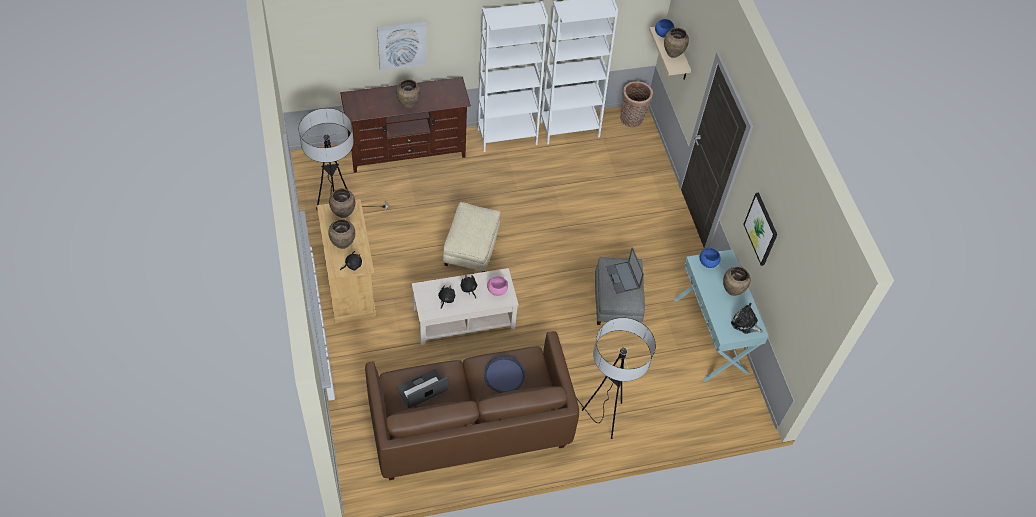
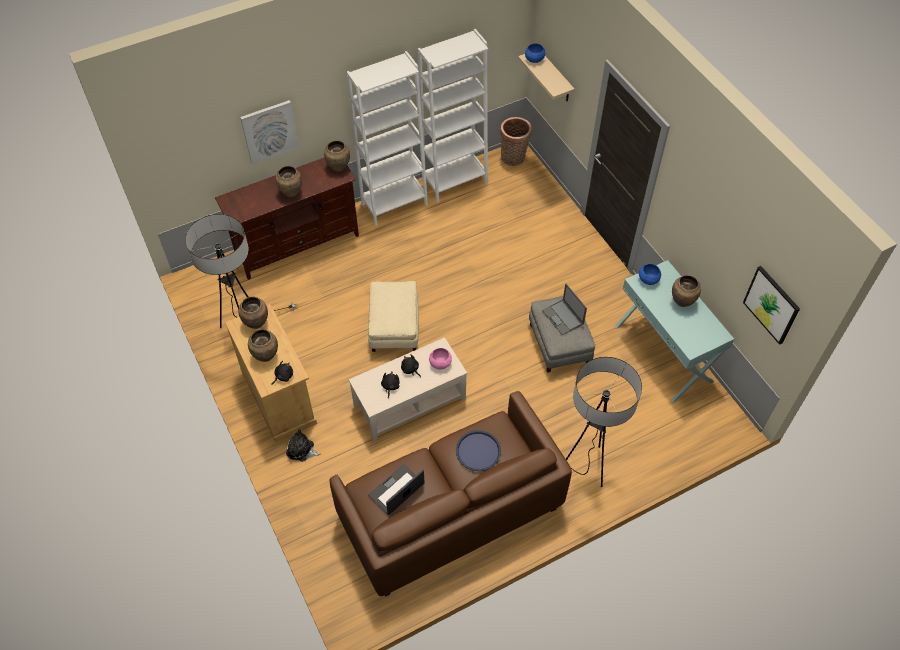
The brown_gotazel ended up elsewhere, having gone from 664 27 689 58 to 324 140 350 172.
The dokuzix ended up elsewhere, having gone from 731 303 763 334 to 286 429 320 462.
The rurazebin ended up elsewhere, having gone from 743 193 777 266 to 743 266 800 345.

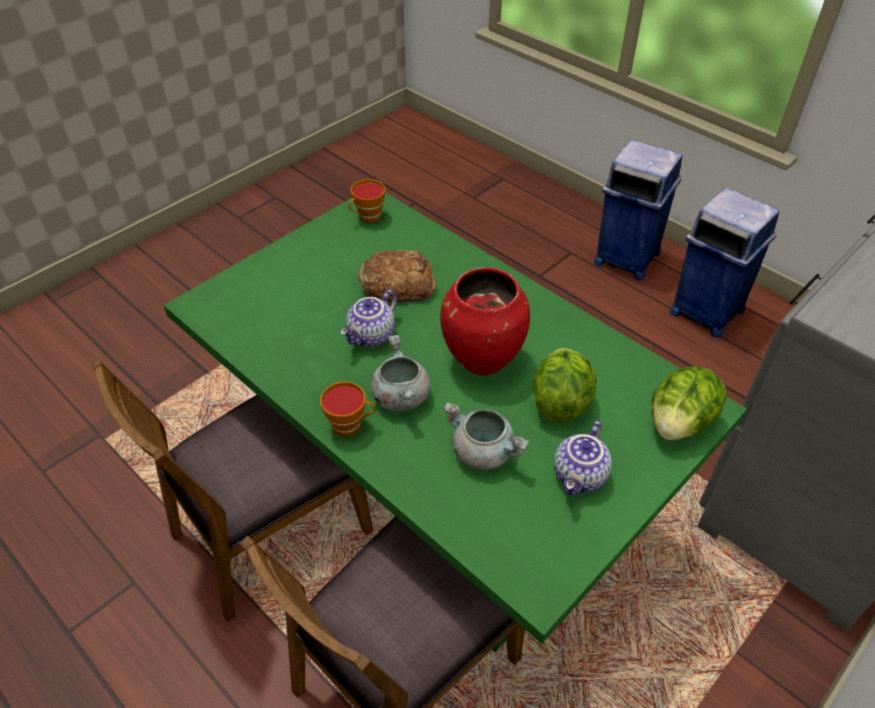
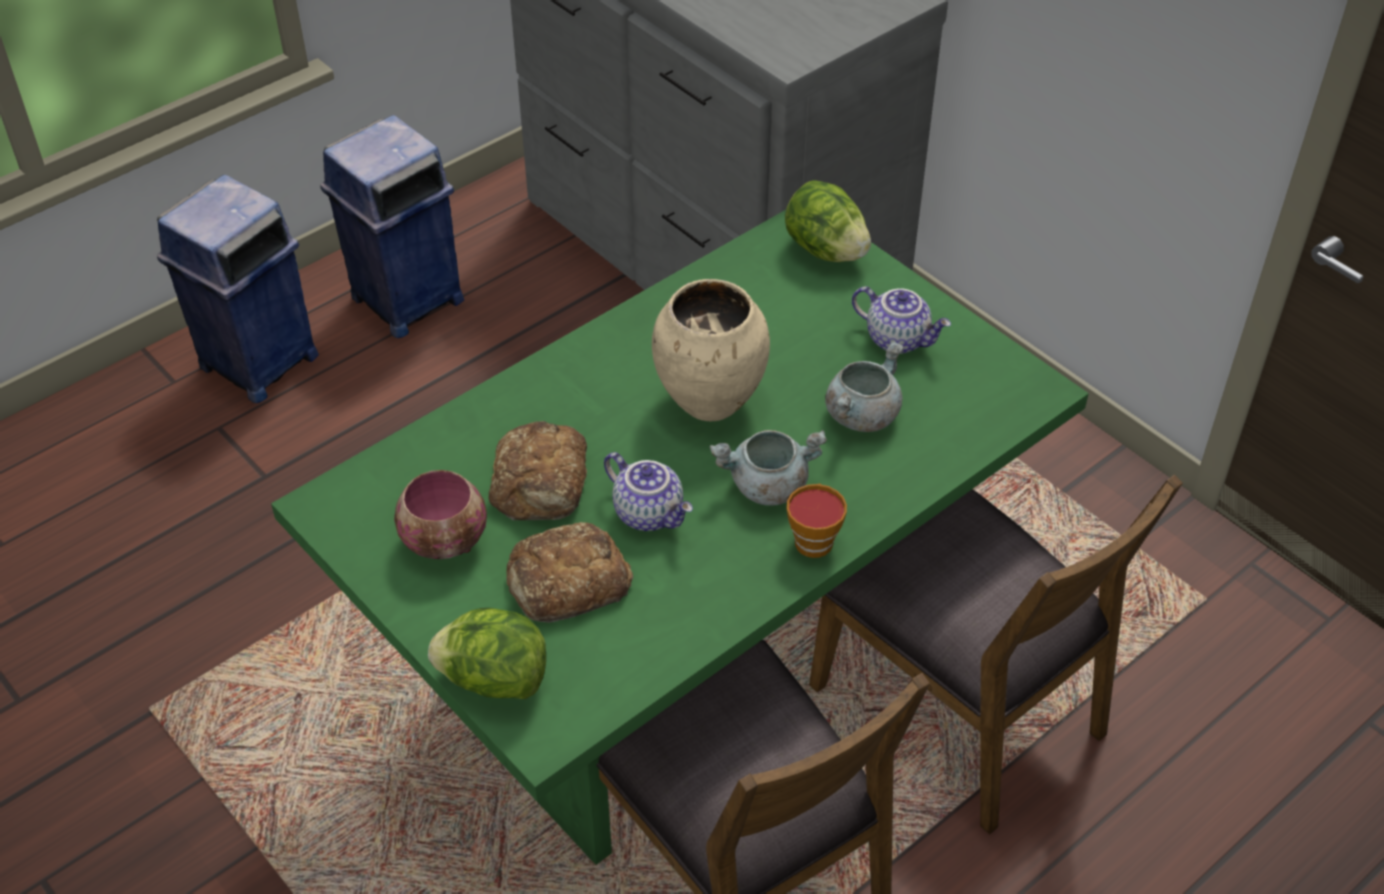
The second view lost the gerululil at 349 179 386 223.
What was the red_gotazel at 440 267 530 375 turned into the beige_gotazel at 652 279 770 421.
The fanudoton ended up elsewhere, having gone from 533 348 596 422 to 428 608 546 699.
The second view gained the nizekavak at 394 470 487 559.
The second view gained the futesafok at 506 522 633 623.

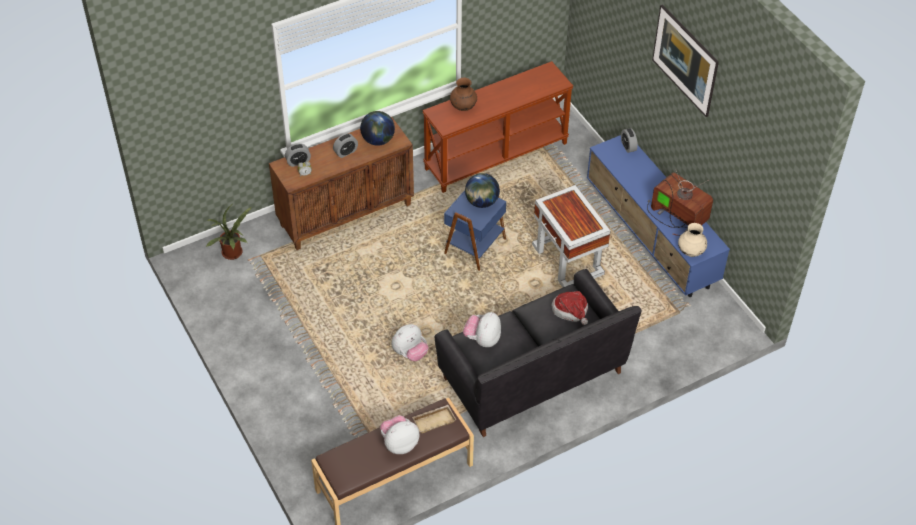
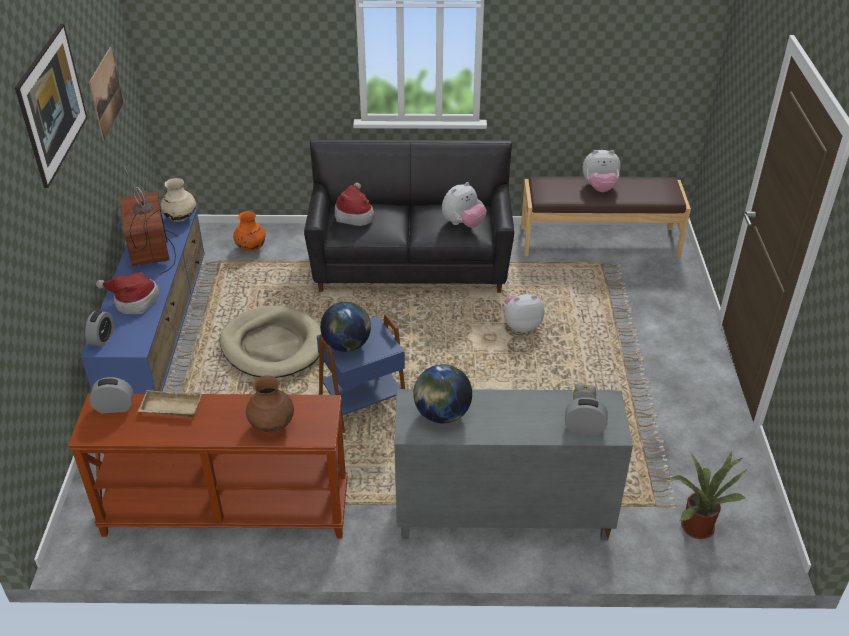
What was the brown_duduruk at 269 117 414 250 turned into the grey_duduruk at 394 389 633 541.
The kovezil ended up elsewhere, having gone from 333 133 358 158 to 90 377 133 413.
The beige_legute ended up elsewhere, having gone from 412 405 456 433 to 138 390 202 417.
Where the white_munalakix stood at 532 185 611 287, the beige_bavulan came to stand at 220 306 321 378.
The second view gained the rurazebin at 89 47 124 141.
The second view gained the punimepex at 96 272 159 314.
The second view gained the orange_gotazel at 233 211 266 251.

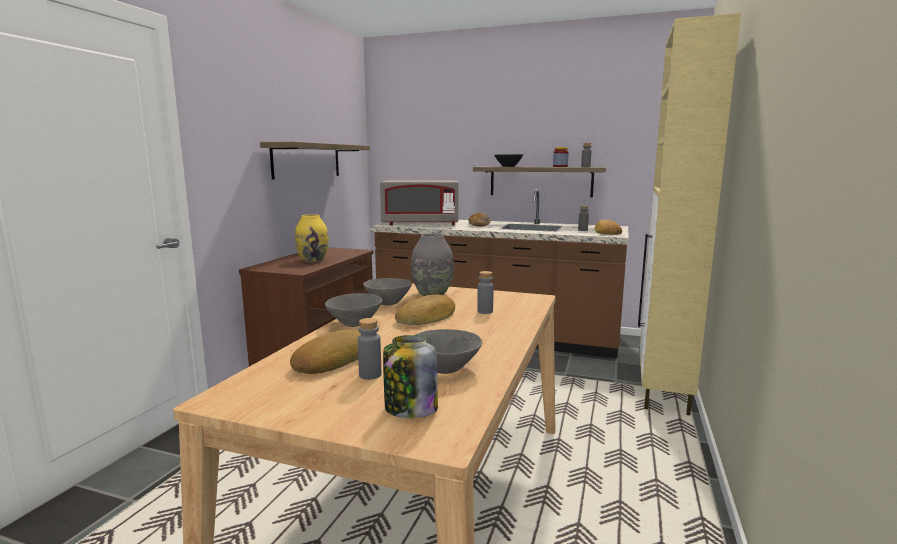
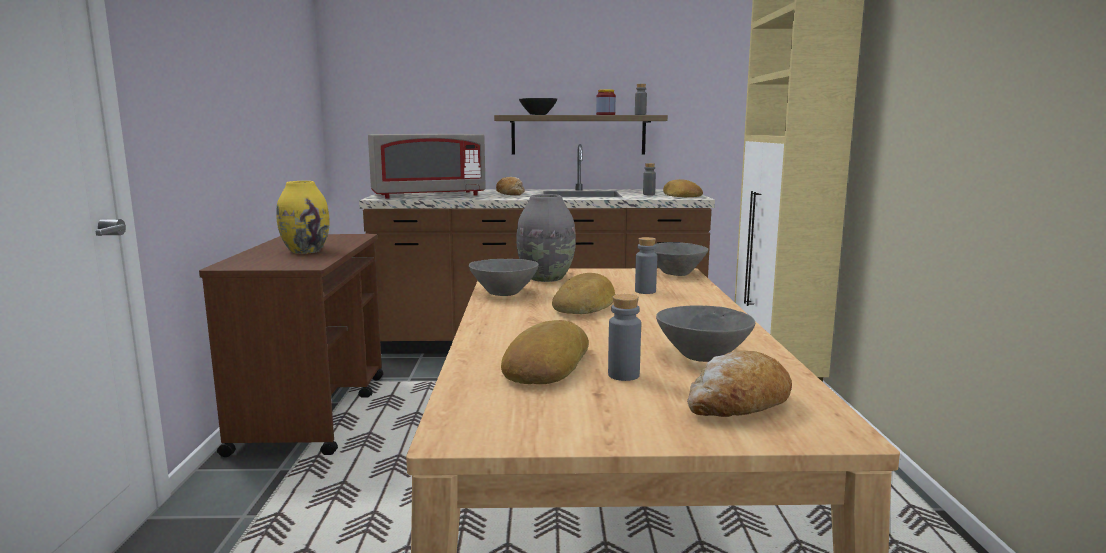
The second view lost the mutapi at 260 142 370 179.
The grey_nizekavak ended up elsewhere, having gone from 325 293 382 327 to 654 242 708 276.
Where the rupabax stood at 383 335 438 418, the futesafok came to stand at 687 350 792 417.

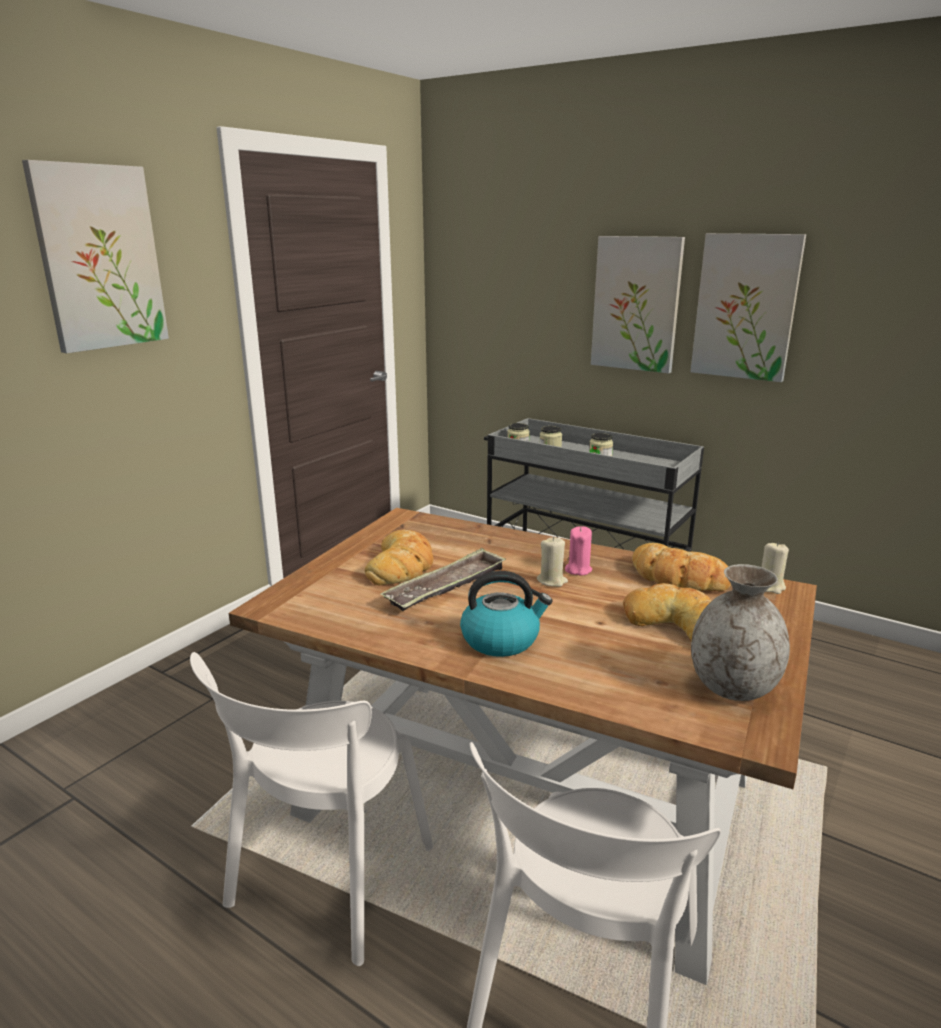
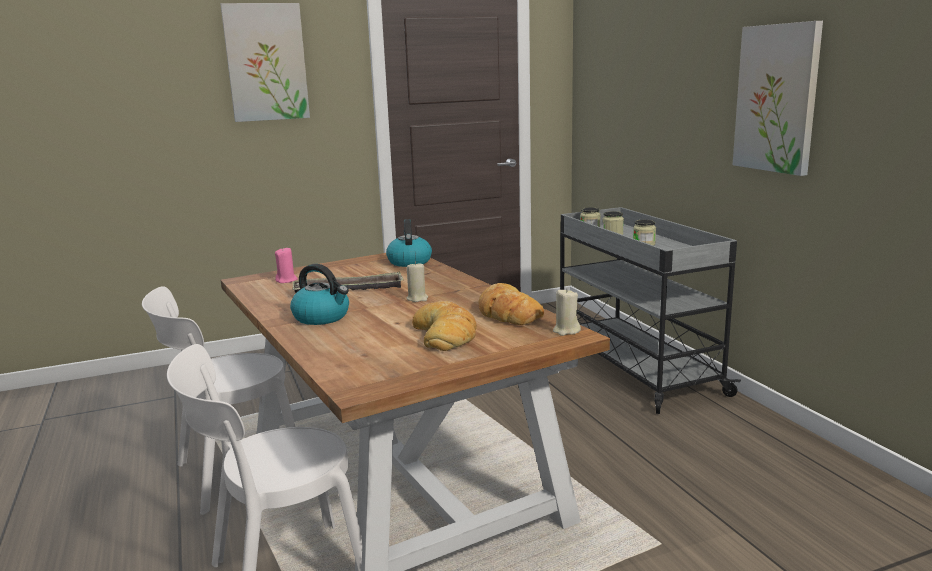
The second view lost the futesafok at 365 529 433 585.
The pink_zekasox ended up elsewhere, having gone from 565 526 592 576 to 275 248 298 283.
The second view lost the rurazebin at 591 236 685 373.
The second view lost the grey_gotazel at 691 564 790 701.
The second view gained the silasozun at 386 219 432 267.

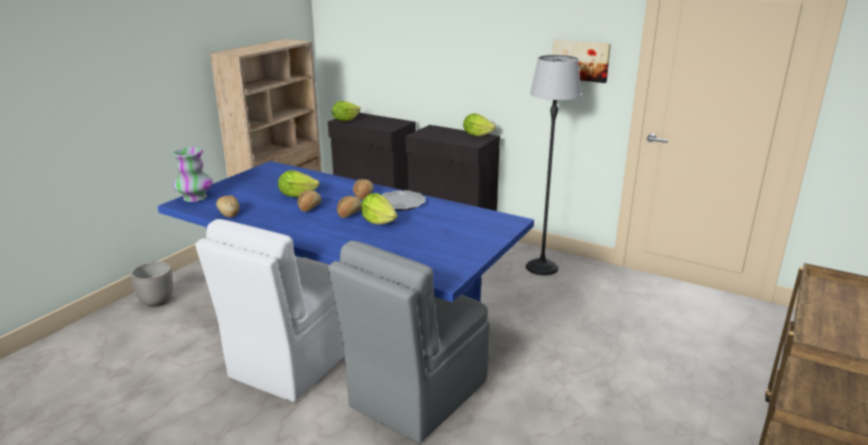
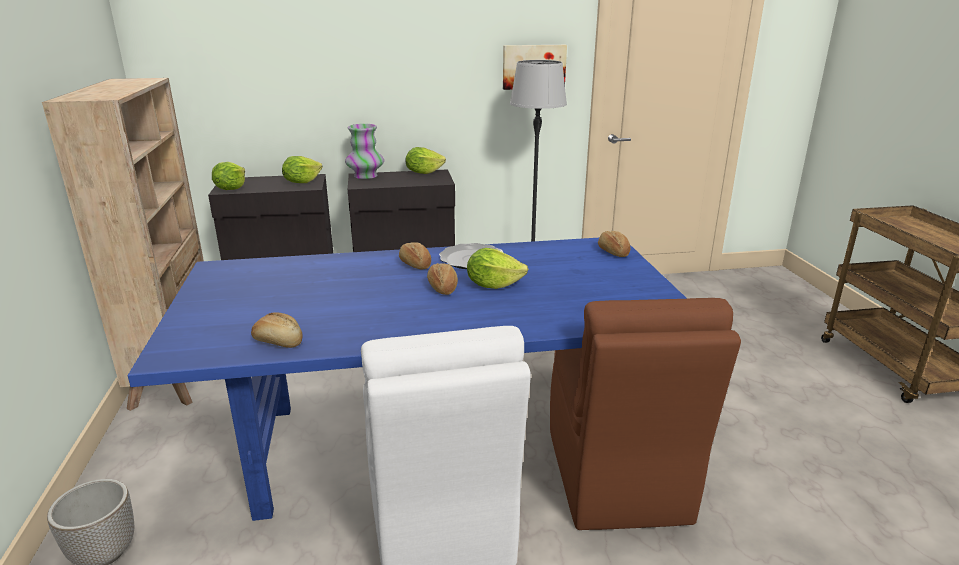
The gotazel ended up elsewhere, having gone from 173 147 213 202 to 345 124 384 179.
The fanudoton ended up elsewhere, having gone from 278 170 320 197 to 282 156 322 183.
The futesafok ended up elsewhere, having gone from 298 190 321 212 to 598 231 630 257.
What was the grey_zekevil at 329 241 490 444 turned into the brown_zekevil at 550 298 741 530.

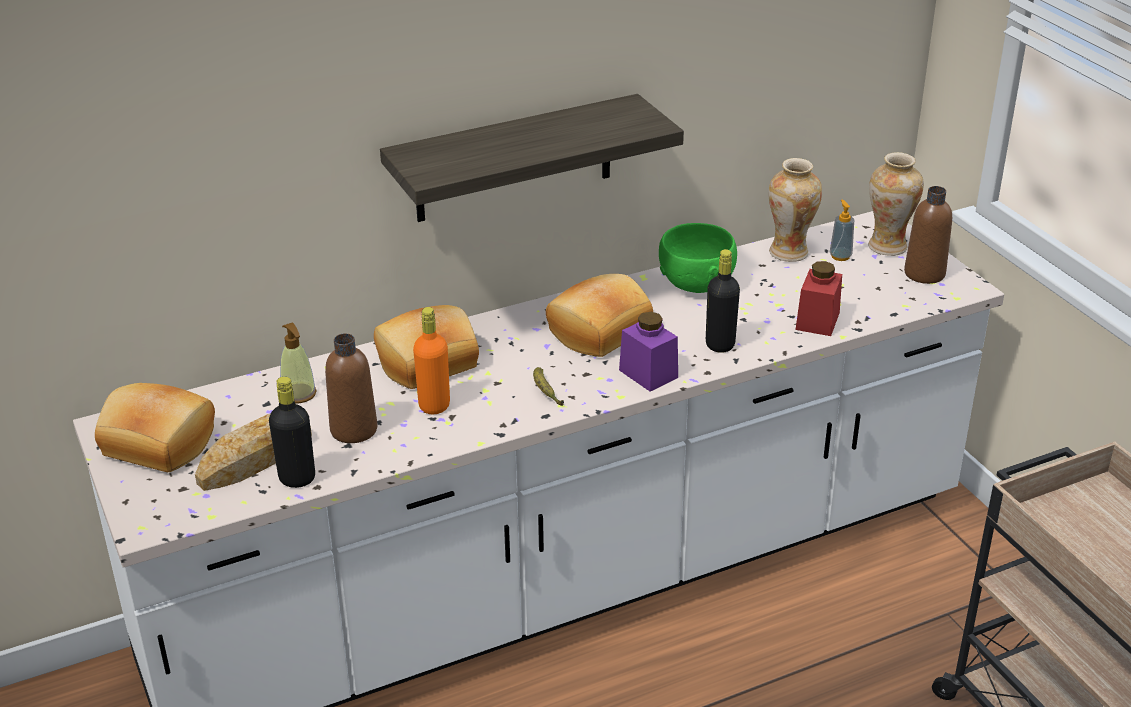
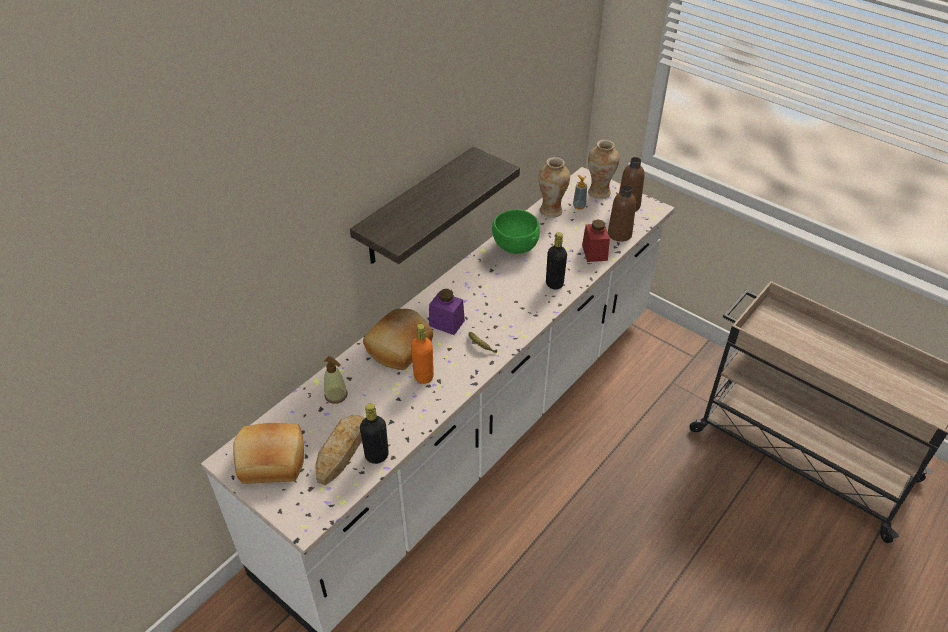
The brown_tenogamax ended up elsewhere, having gone from 325 333 377 443 to 608 185 636 242.
The second view lost the futesafok at 546 274 653 357.
The purple_rupabax ended up elsewhere, having gone from 619 312 678 392 to 429 289 465 335.

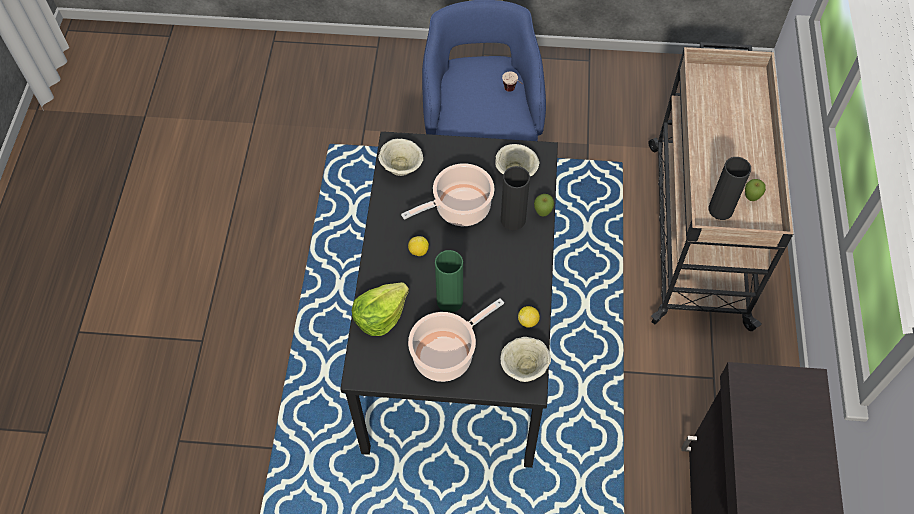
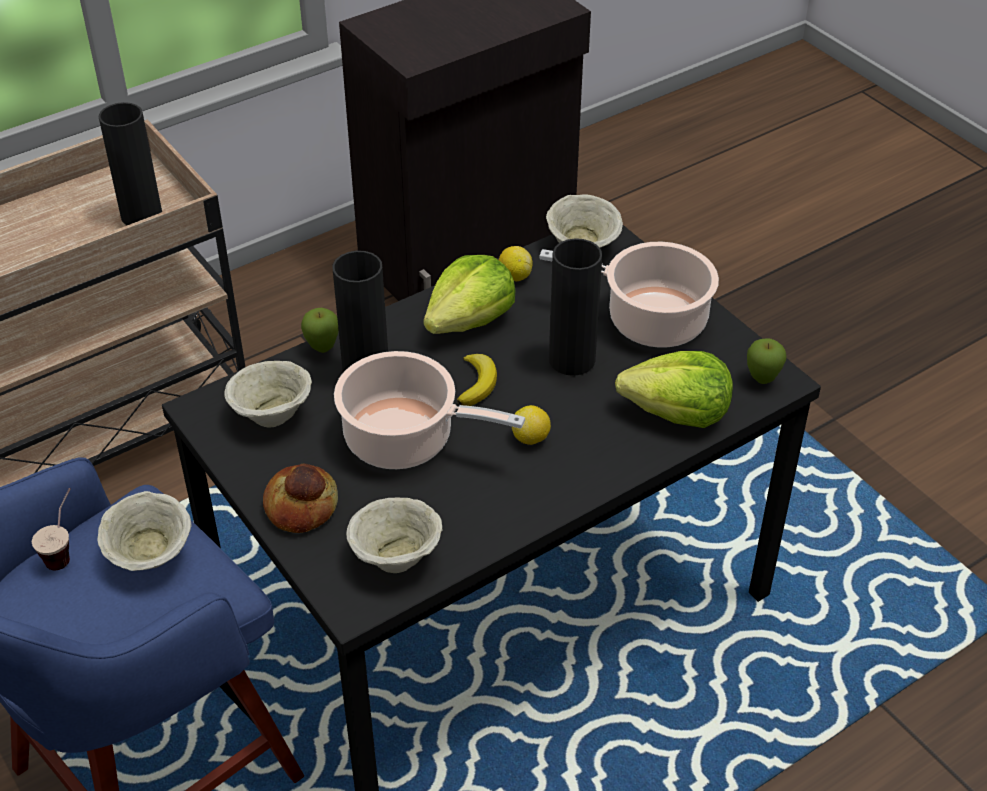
What was the green_gotazel at 435 250 463 313 turned into the black_gotazel at 549 238 602 376.
The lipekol ended up elsewhere, having gone from 745 179 766 201 to 747 338 787 384.
The second view gained the beige_nizekavak at 97 491 191 571.
The second view gained the futesafok at 263 464 338 533.
The second view gained the fanudoton at 423 255 515 334.
The second view gained the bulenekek at 457 354 497 406.

